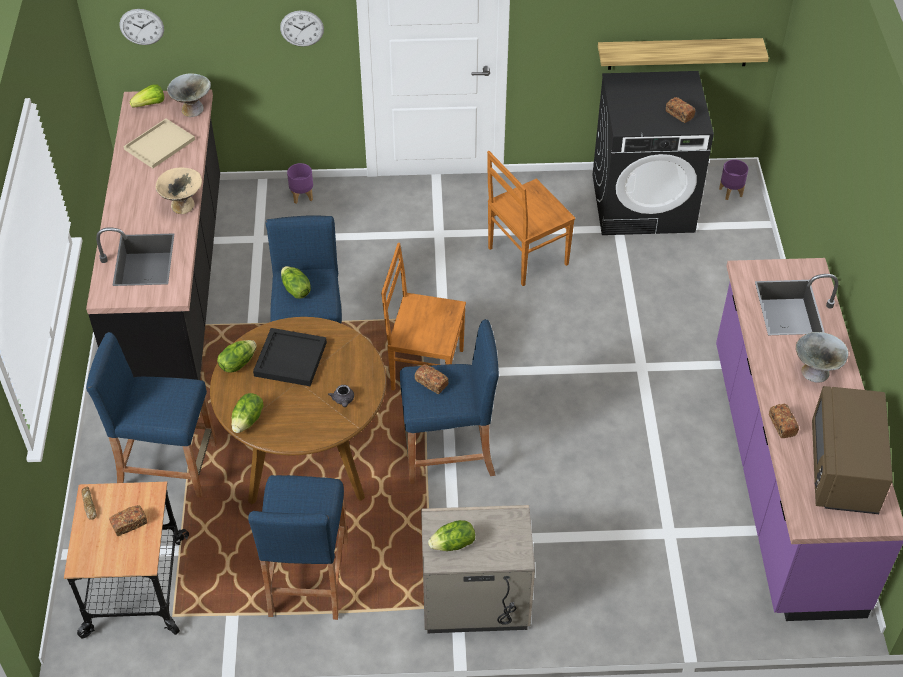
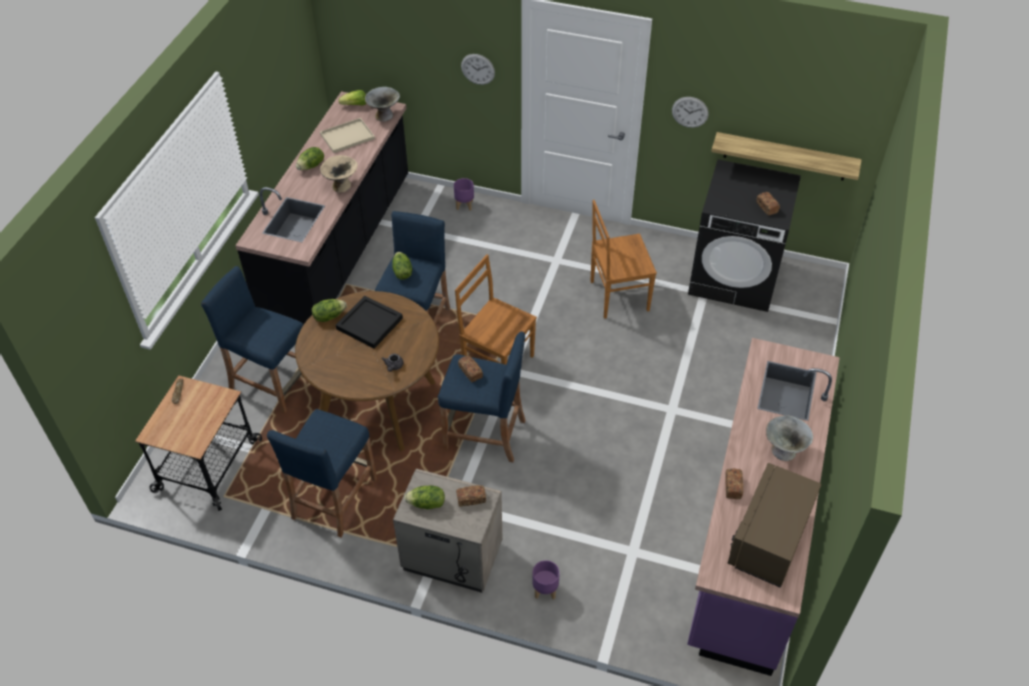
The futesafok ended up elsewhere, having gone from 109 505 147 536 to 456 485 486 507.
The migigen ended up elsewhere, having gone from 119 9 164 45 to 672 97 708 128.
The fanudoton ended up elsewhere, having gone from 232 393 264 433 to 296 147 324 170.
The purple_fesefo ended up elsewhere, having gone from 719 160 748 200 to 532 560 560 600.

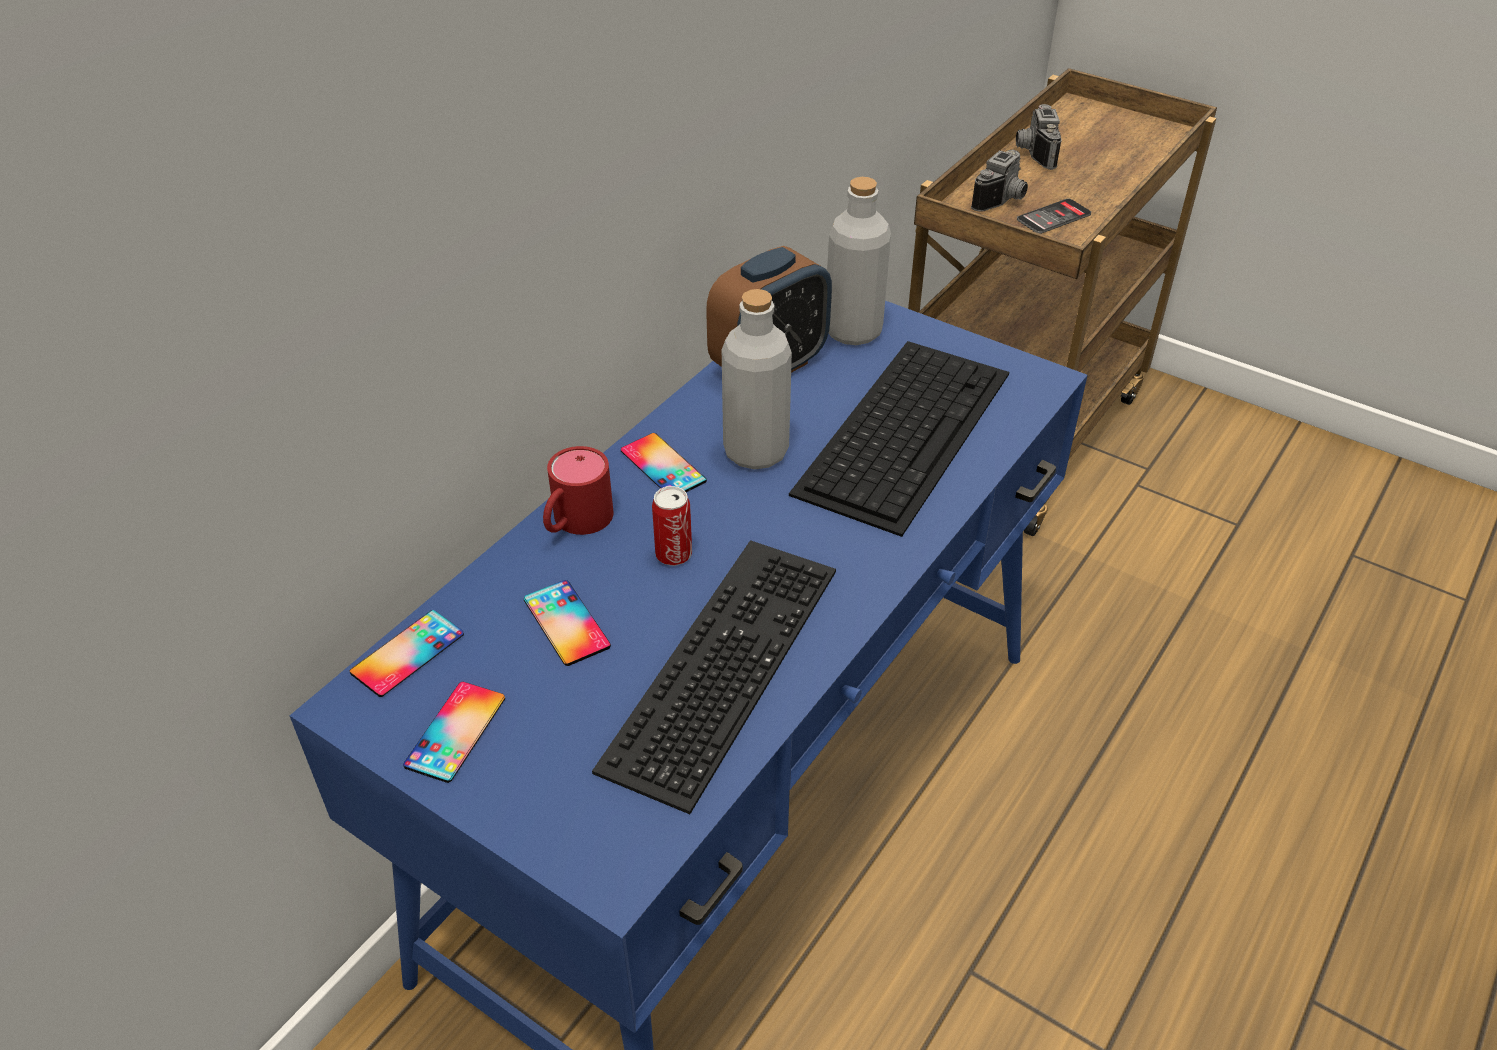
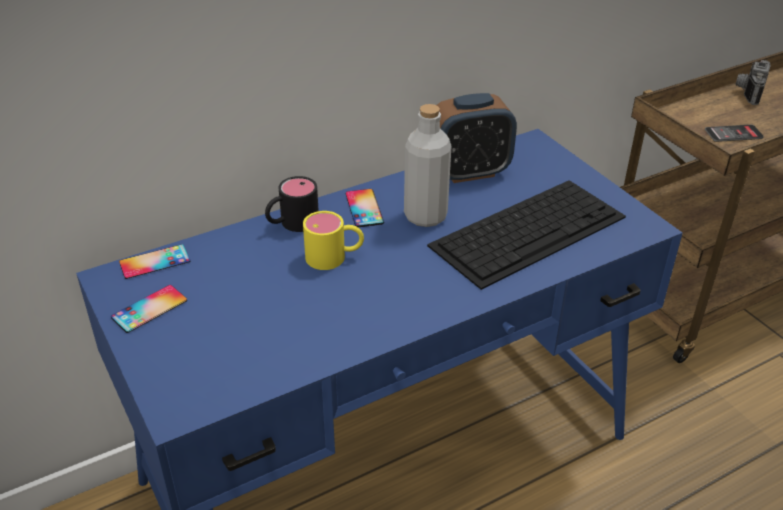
The second view lost the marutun at 524 580 611 666.
What was the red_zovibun at 543 446 613 535 turned into the black_zovibun at 265 176 319 232.
The second view lost the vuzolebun at 592 540 836 814.
Where the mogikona stood at 652 486 692 566, the yellow_zovibun came to stand at 303 211 364 270.
The second view lost the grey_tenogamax at 827 177 891 345.
The second view lost the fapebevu at 971 150 1028 211.

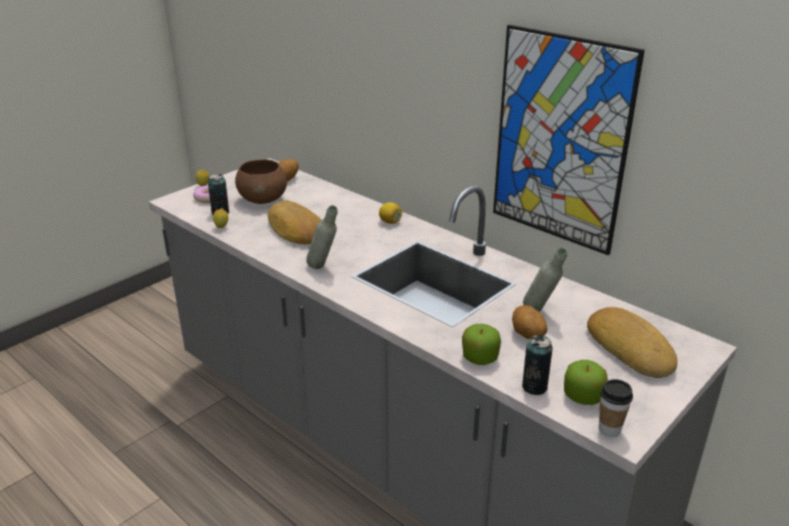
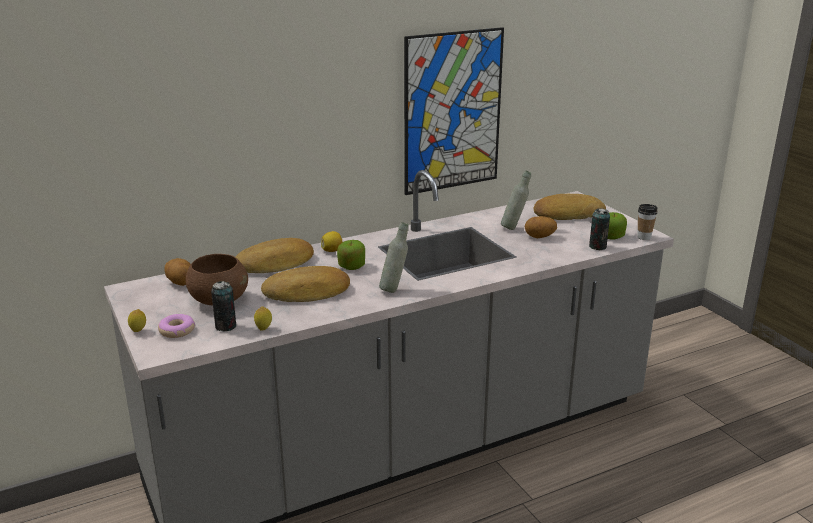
The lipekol ended up elsewhere, having gone from 462 324 501 365 to 337 240 365 270.
The second view gained the futesafok at 236 238 314 273.

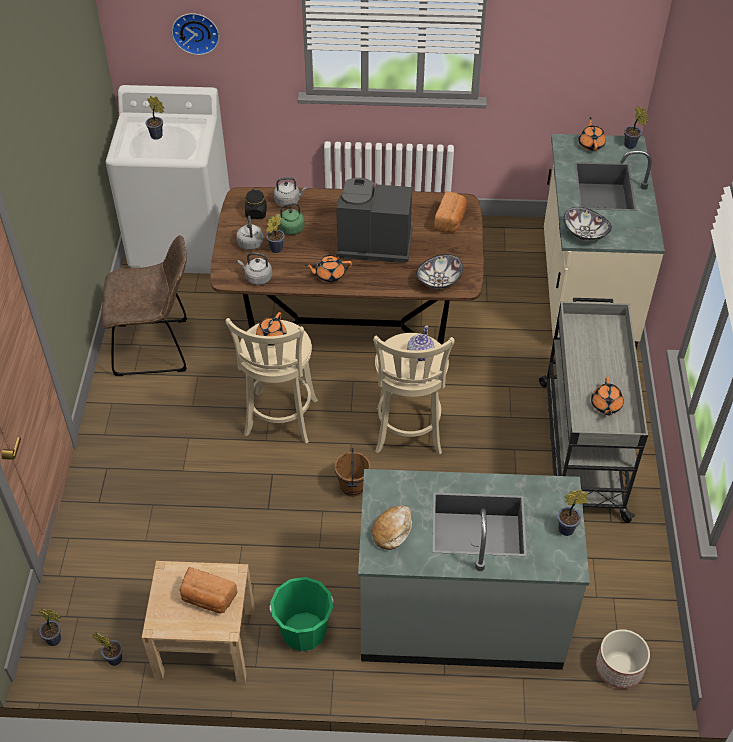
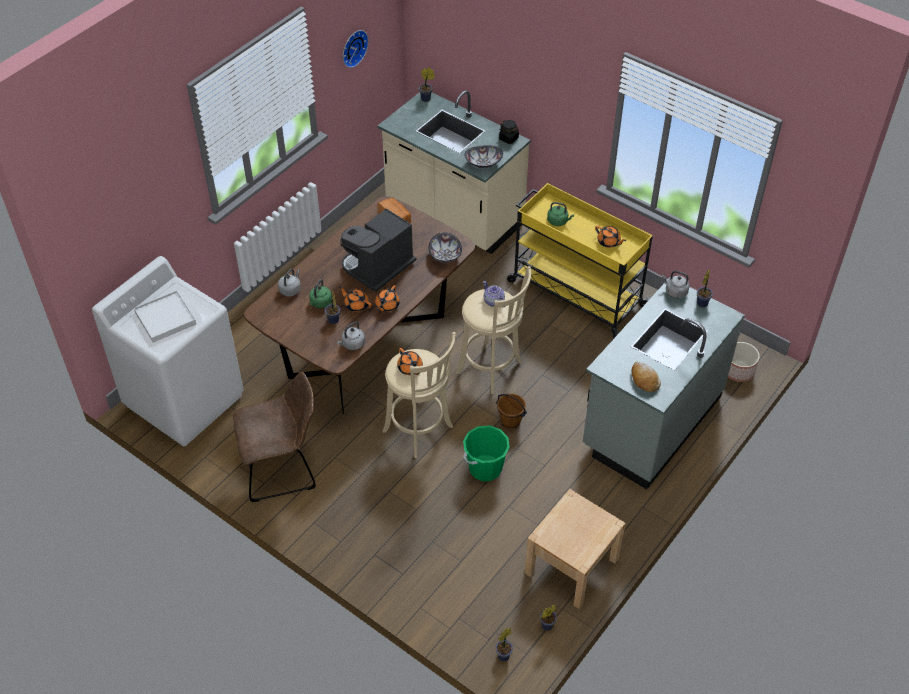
The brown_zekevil at 101 235 187 376 ended up facing another way, 45 degrees clockwise from before.
Where the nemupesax stood at 146 96 164 140, the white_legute came to stand at 134 291 196 343.
The migigen ended up elsewhere, having gone from 172 13 219 55 to 343 30 369 68.
The second view lost the futesafok at 179 567 238 613.
The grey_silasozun ended up elsewhere, having gone from 237 216 263 250 to 662 271 690 298.
The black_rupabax ended up elsewhere, having gone from 245 189 267 219 to 499 120 519 144.
The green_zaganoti ended up elsewhere, having gone from 269 577 334 651 to 463 426 510 481.
What was the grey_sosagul at 539 298 648 523 turned into the yellow_sosagul at 507 183 653 338.
The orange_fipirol ended up elsewhere, having gone from 578 117 606 151 to 339 287 372 312.
The second view gained the green_silasozun at 547 202 574 226.

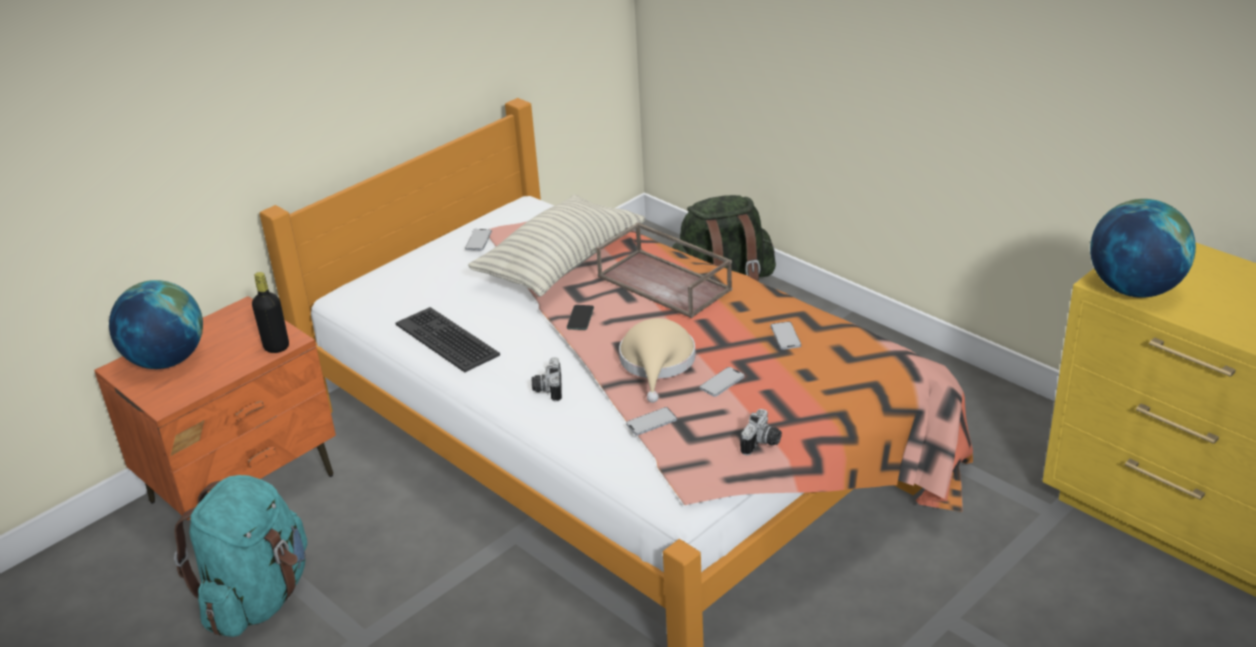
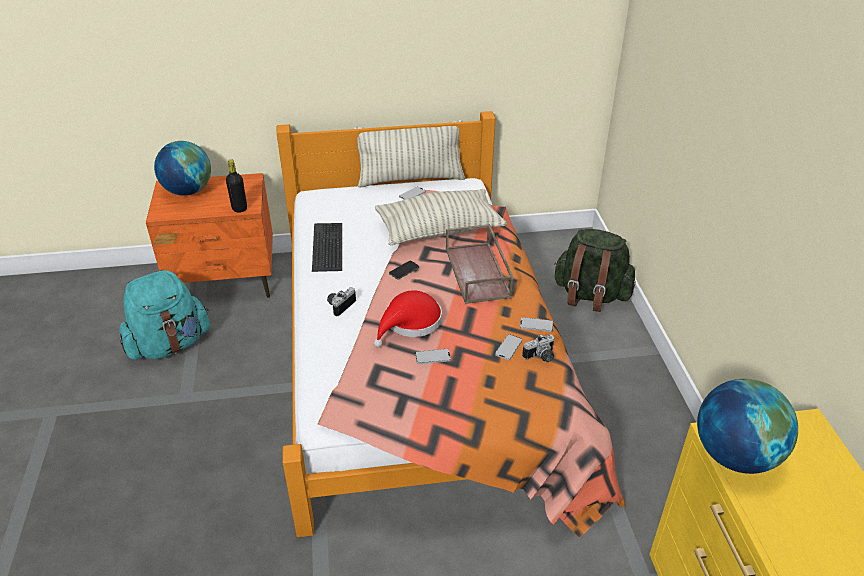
What was the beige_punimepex at 619 318 696 403 turned into the red_punimepex at 374 290 442 347.
The marutun ended up elsewhere, having gone from 626 407 677 435 to 520 317 553 332.
The fapebevu ended up elsewhere, having gone from 740 409 782 456 to 522 334 555 362.
The second view gained the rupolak at 354 120 465 187.

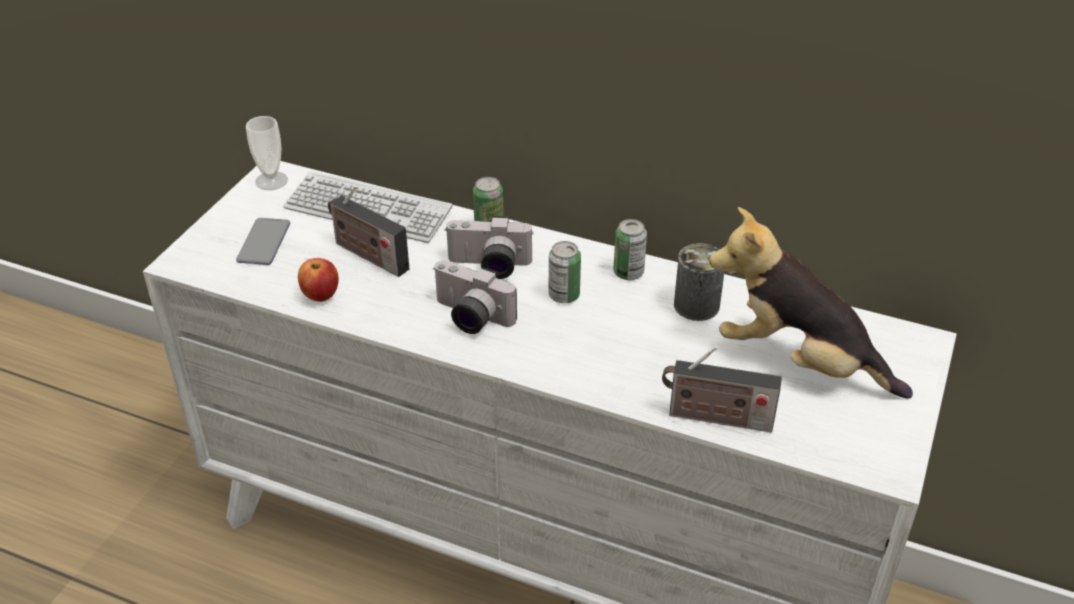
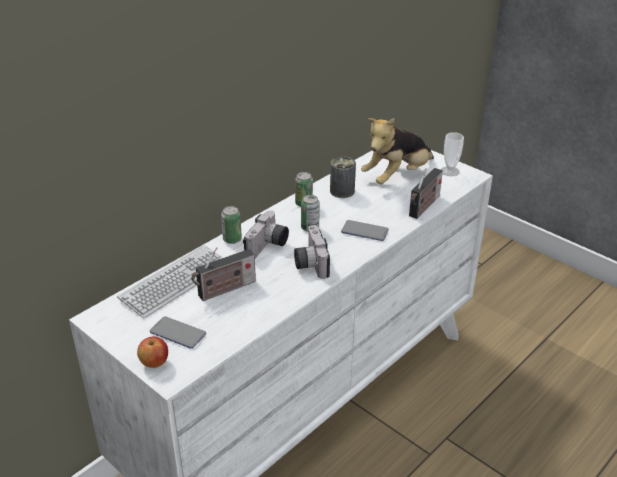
The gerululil ended up elsewhere, having gone from 246 116 288 190 to 441 132 464 176.
The lipekol ended up elsewhere, having gone from 298 258 339 302 to 137 337 168 368.
The fapebevu at 433 261 517 334 ended up facing another way, 120 degrees clockwise from before.
The second view gained the marutun at 341 220 389 241.

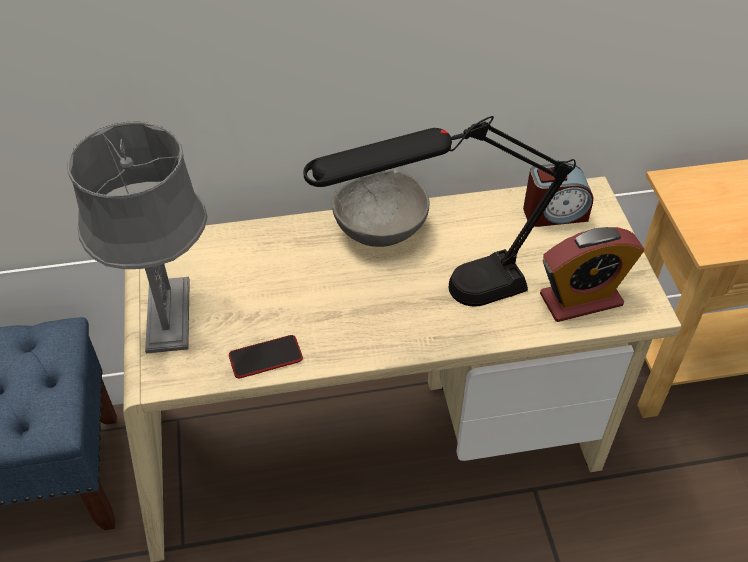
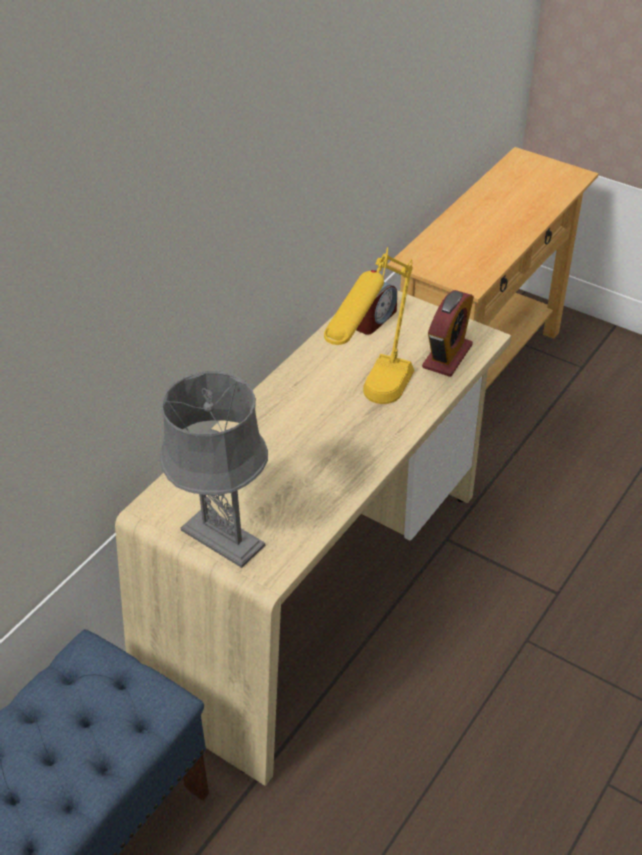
The second view lost the marutun at 229 335 303 378.
What was the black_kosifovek at 303 116 576 307 turned into the yellow_kosifovek at 324 247 414 404.
The second view lost the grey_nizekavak at 332 170 429 247.

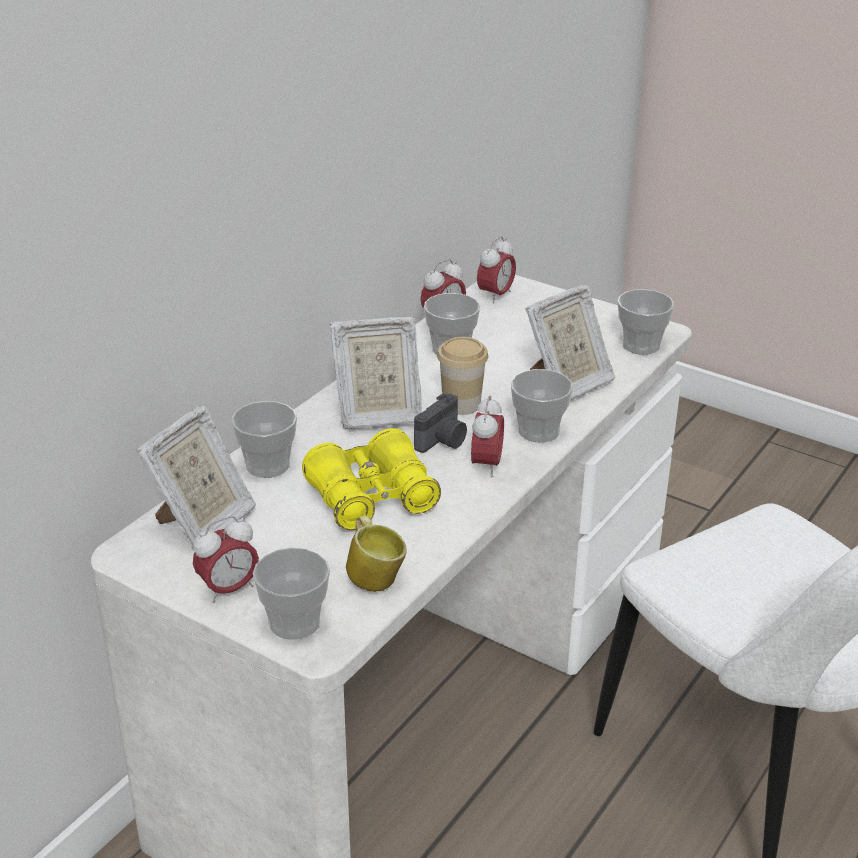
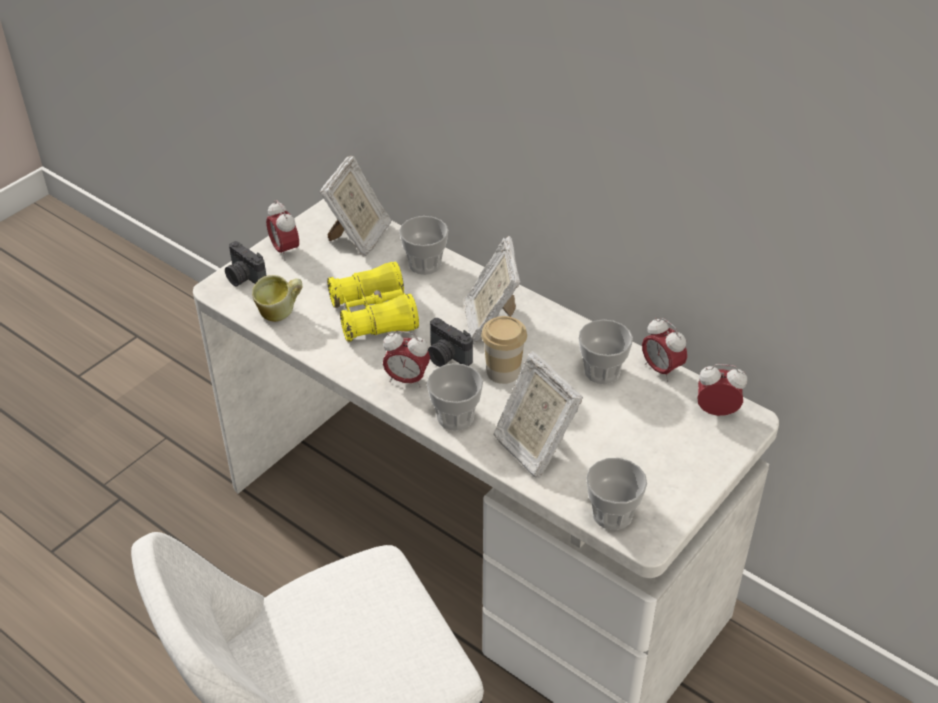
The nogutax at 137 406 256 548 ended up facing another way, 105 degrees counterclockwise from before.
Where the gerululil stood at 253 547 330 640, the fapebevu came to stand at 225 241 267 287.
The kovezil at 477 236 516 304 ended up facing another way, 150 degrees clockwise from before.

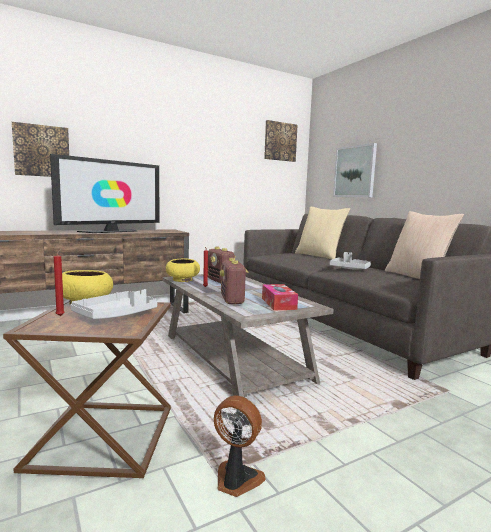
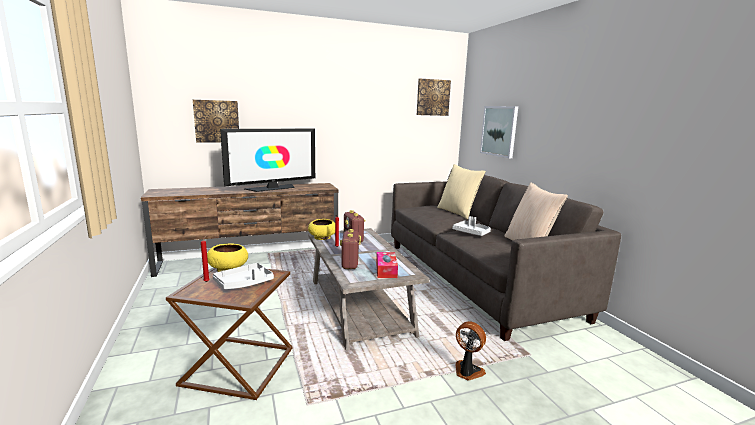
The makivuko ended up elsewhere, having gone from 214 395 266 497 to 456 321 486 381.

